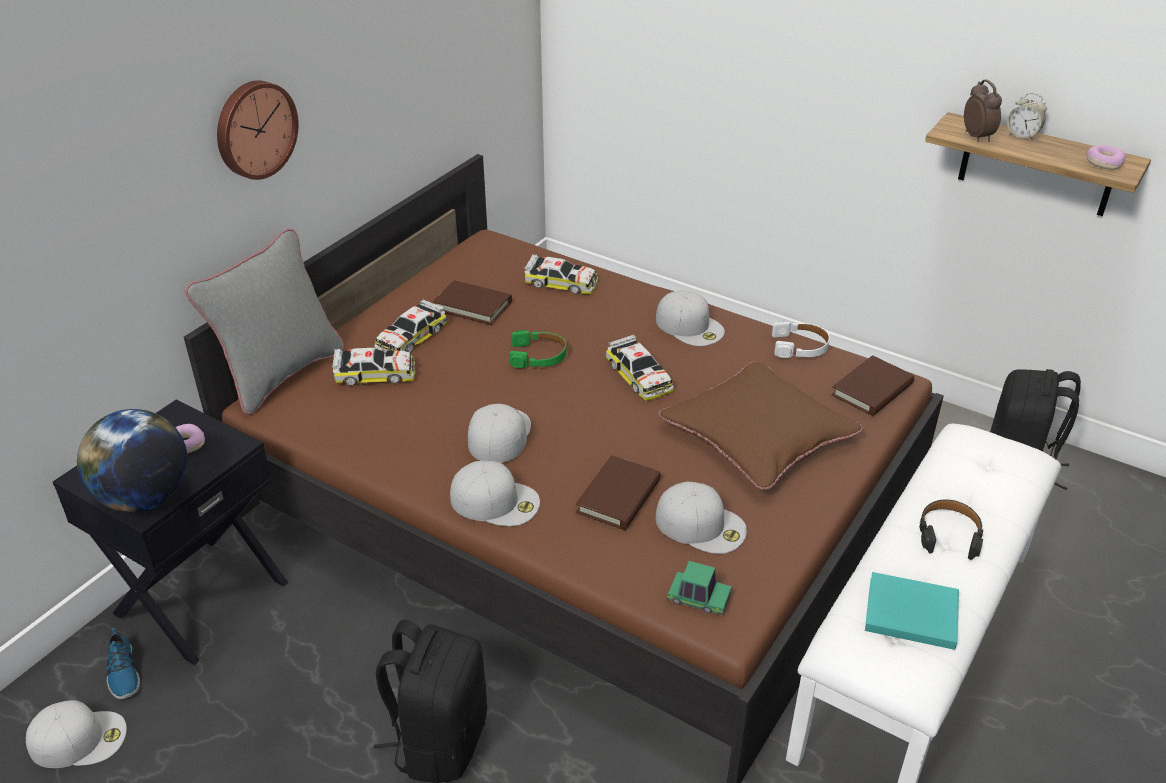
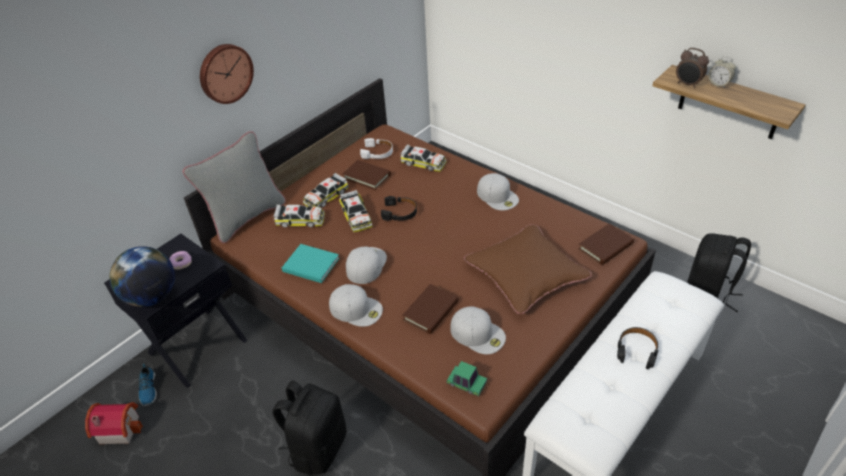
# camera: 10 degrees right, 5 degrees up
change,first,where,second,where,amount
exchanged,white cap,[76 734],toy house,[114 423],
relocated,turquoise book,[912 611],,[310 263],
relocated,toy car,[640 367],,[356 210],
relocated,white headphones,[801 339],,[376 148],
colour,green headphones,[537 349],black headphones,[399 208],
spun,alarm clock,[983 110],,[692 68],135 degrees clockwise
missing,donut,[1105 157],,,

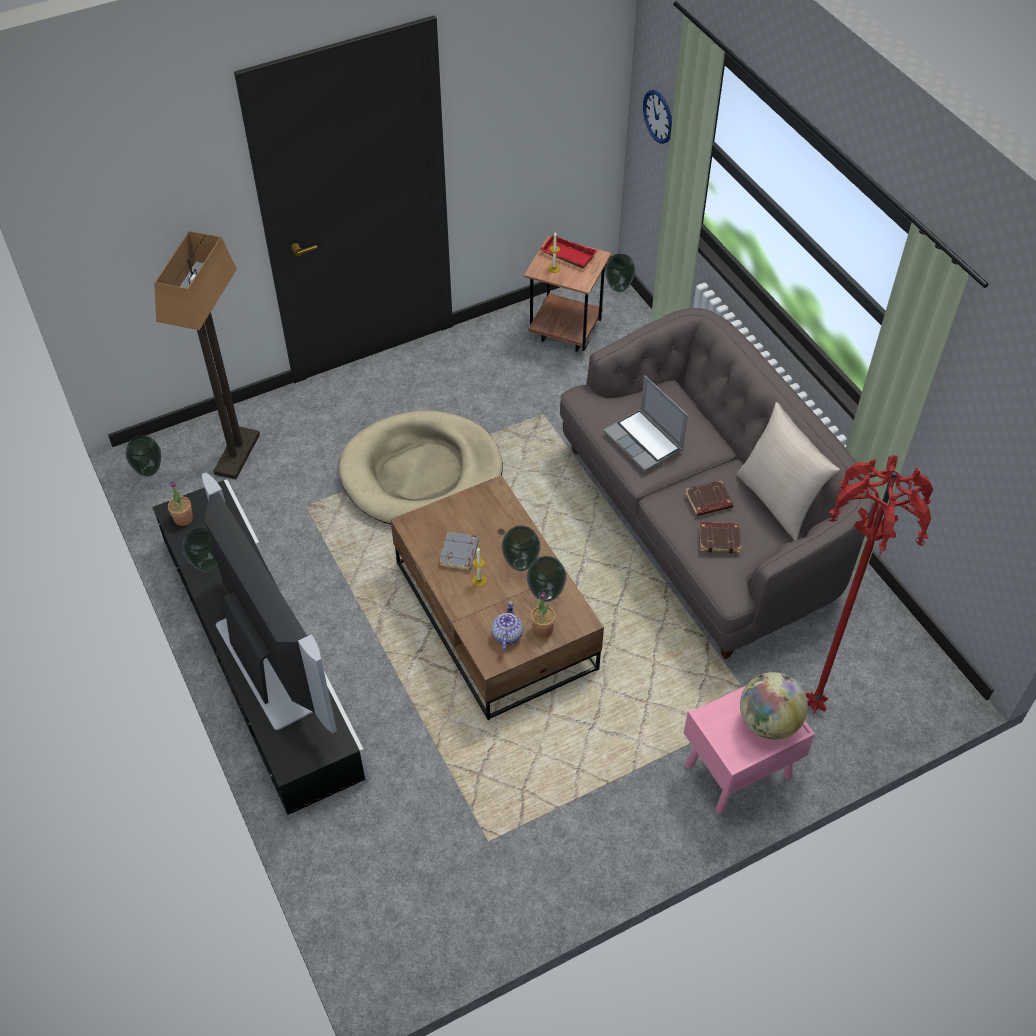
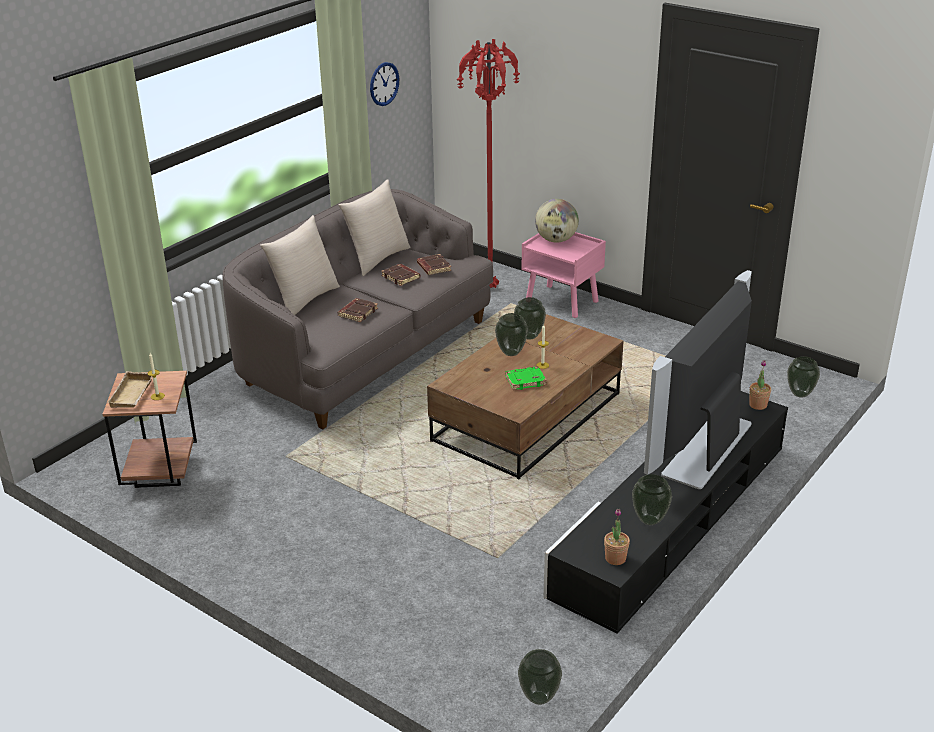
# camera: 115 degrees left, 20 degrees down
change,first,where,second,where,amount
colour,red tray,[568 251],beige tray,[129 389],
appeared,,,beige pillow,[300 265],
exchanged,laptop,[646 424],brown book,[358 310],
relocated,wall clock,[657 117],,[384 84],
colour,grey book,[459 551],green book,[526 378],
relocated,potted plant,[543 614],,[760 385],
relocated,vase,[620 273],,[803 377],
missing,floor lamp,[207 355],,,
missing,beige dog bed,[421 467],,,
missing,teapot,[507 626],,,

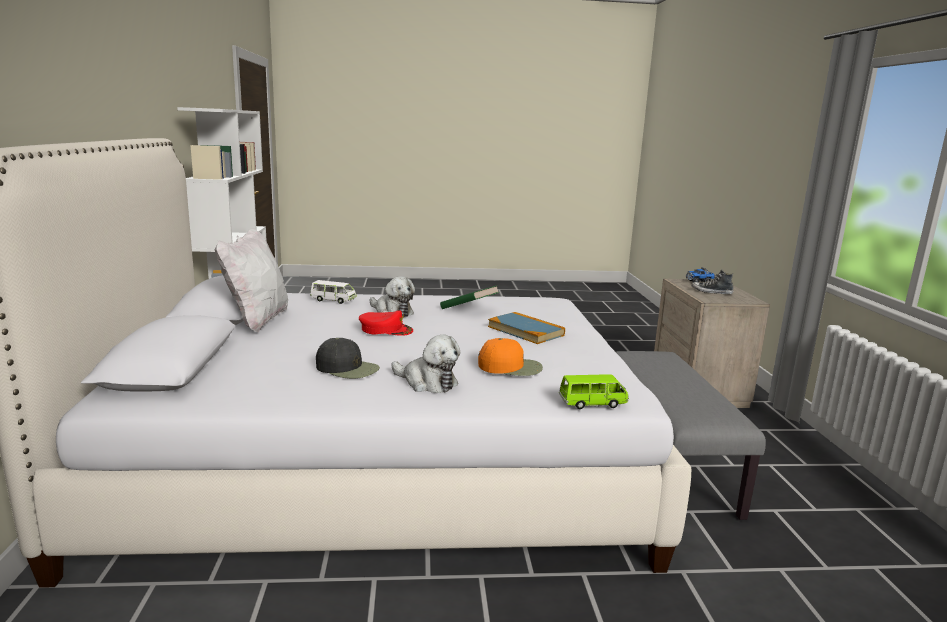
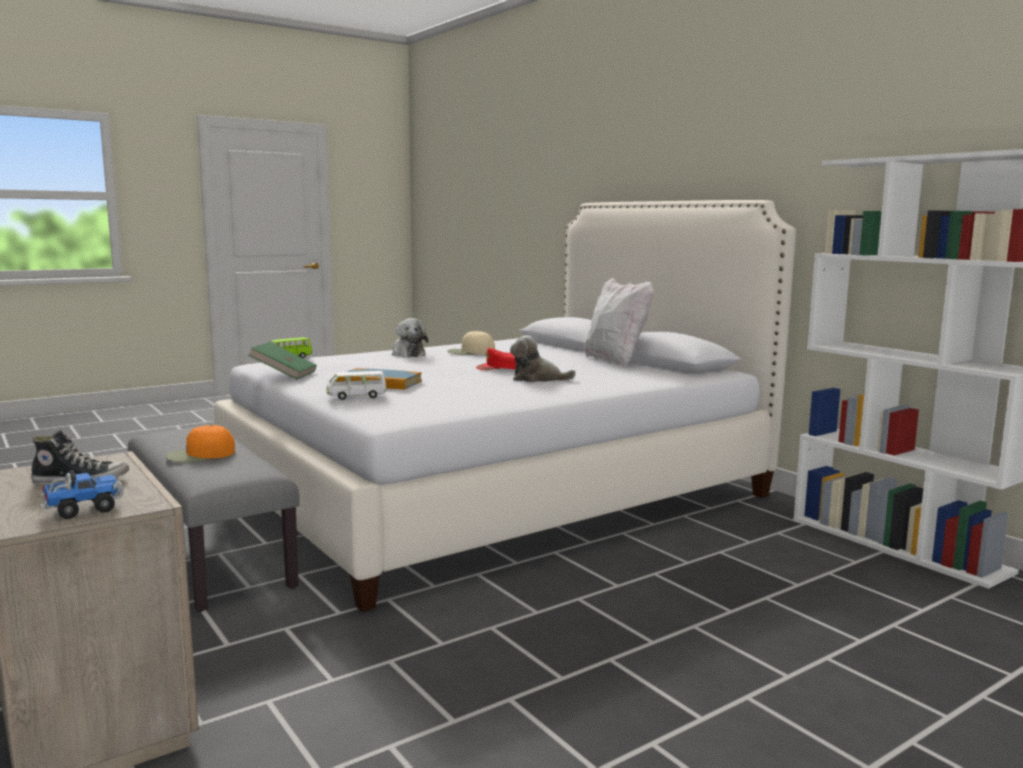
# camera: 150 degrees right, 5 degrees down
change,first,where,second,where,amount
relocated,orange cap,[510 357],,[200 443],
relocated,green book,[469 297],,[282 360],
relocated,white toy car,[333 292],,[356 385],
spun,plush toy,[425 364],,[410 337],120 degrees counterclockwise
colour,black cap,[348 358],beige cap,[471 343],

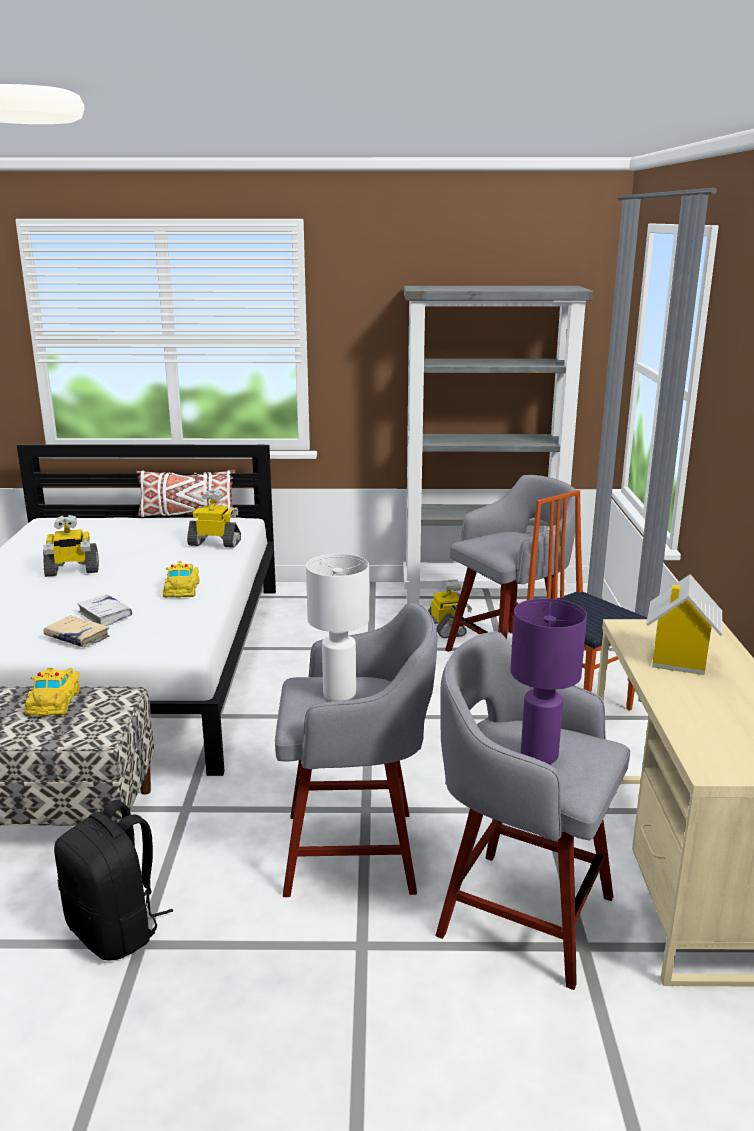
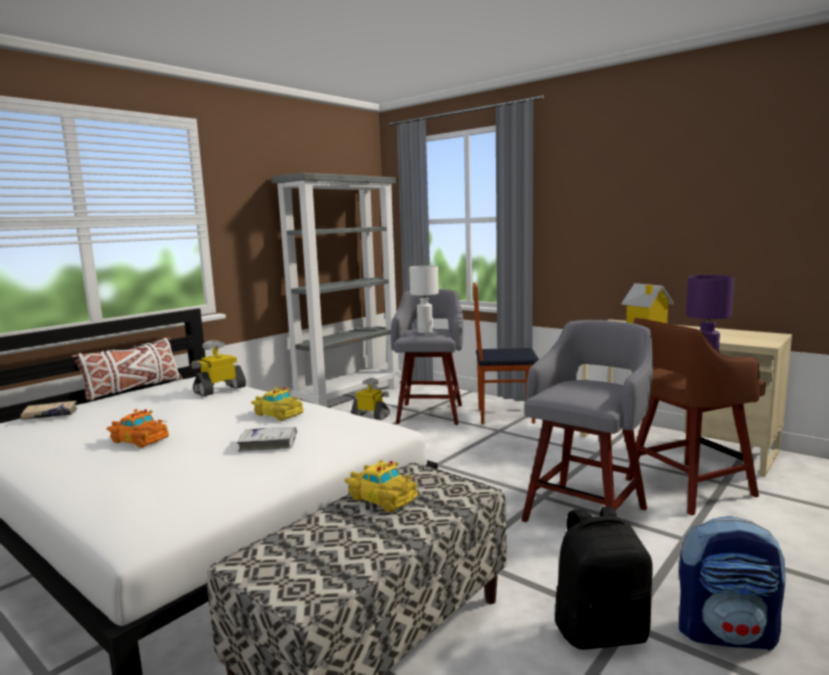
# camera: 50 degrees left, 10 degrees down
change,first,where,second,where,amount
relocated,beige book,[77 631],,[48 410],
exchanged,toy robot,[71 546],orange toy car,[138 428],
relocated,white table lamp,[337 627],,[424 299],
colour,grey stool,[532 810],brown stool,[695 417],
appeared,,,backpack,[732 583],

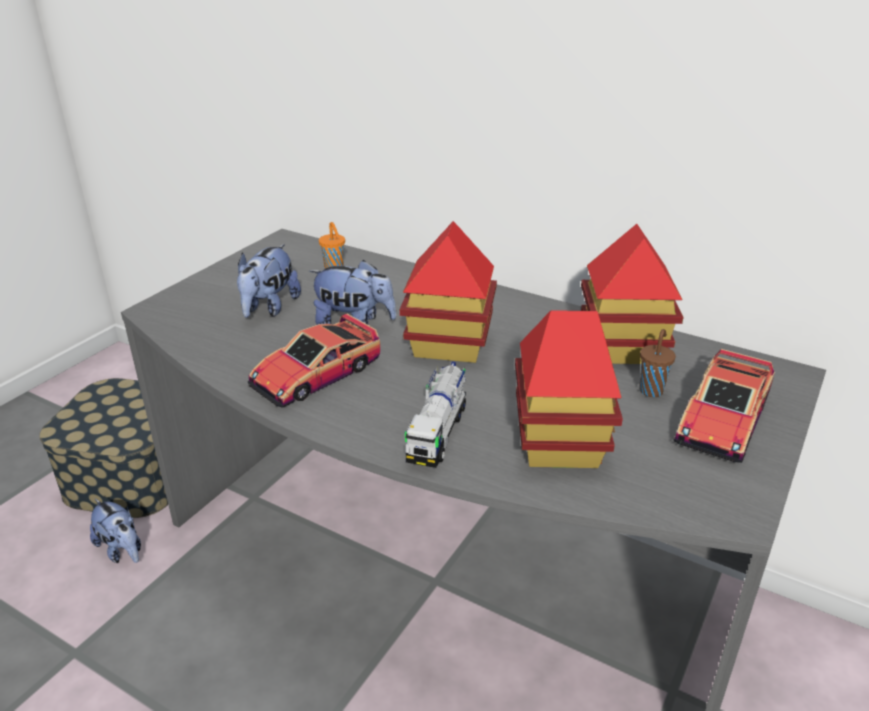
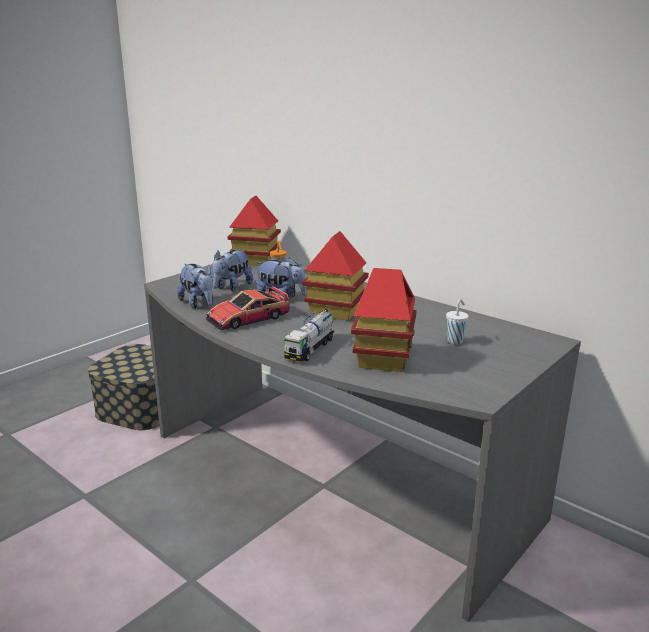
# camera: 10 degrees right, 10 degrees down
change,first,where,second,where,amount
relocated,plush toy,[115 531],,[195 286],
relocated,toy house,[632 294],,[254 231],
colour,brown cup,[658 363],white cup,[457 321],
missing,toy car,[724 406],,,

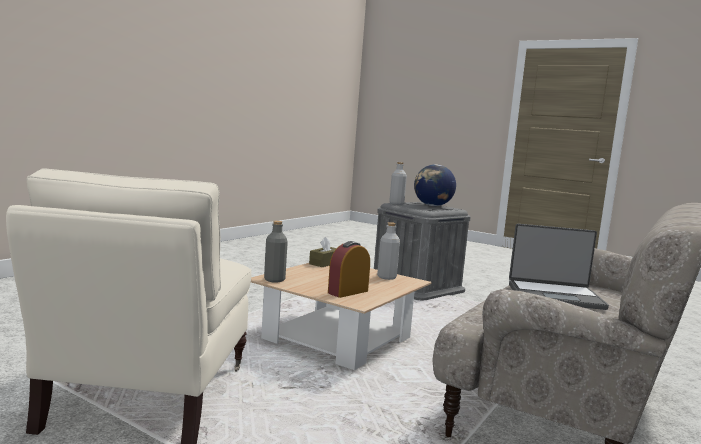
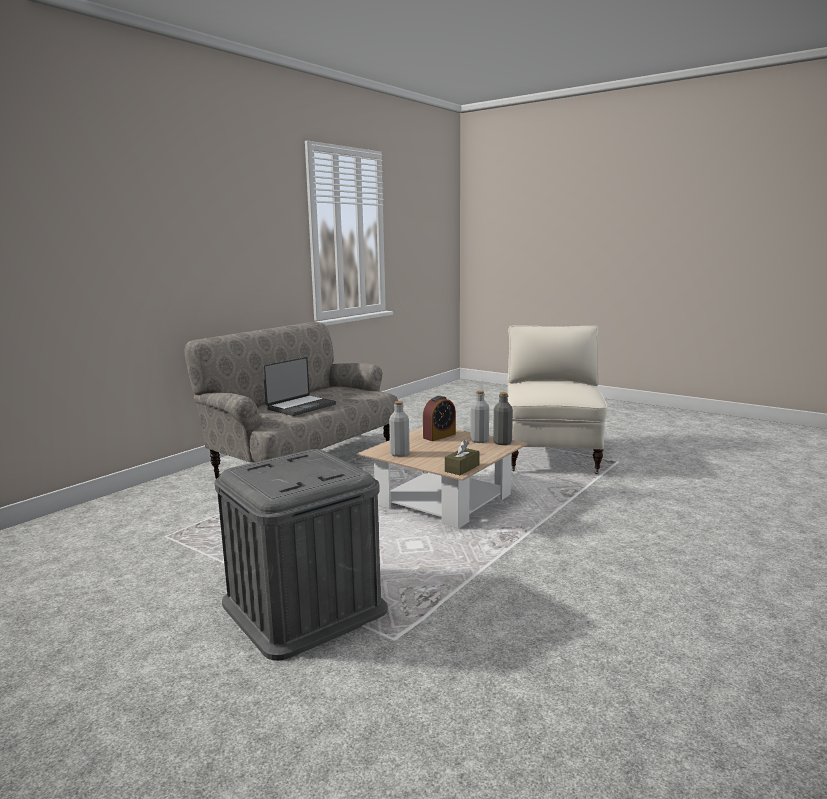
# camera: 175 degrees left, 5 degrees up
change,first,where,second,where,amount
spun,laptop,[559 267],,[299 386],120 degrees clockwise
relocated,grey bottle,[398 183],,[479 416],
missing,globe,[435 185],,,

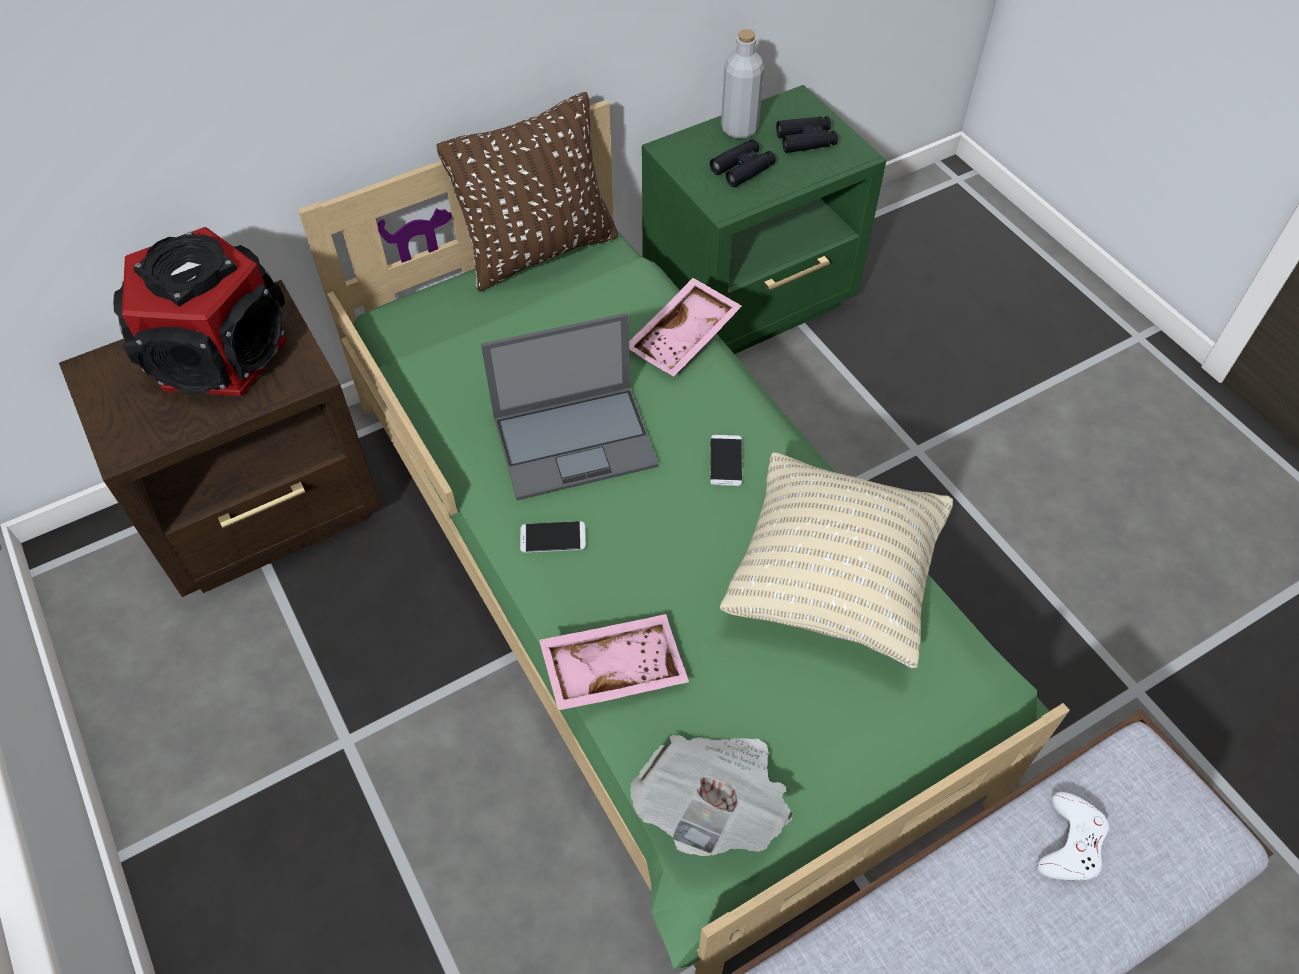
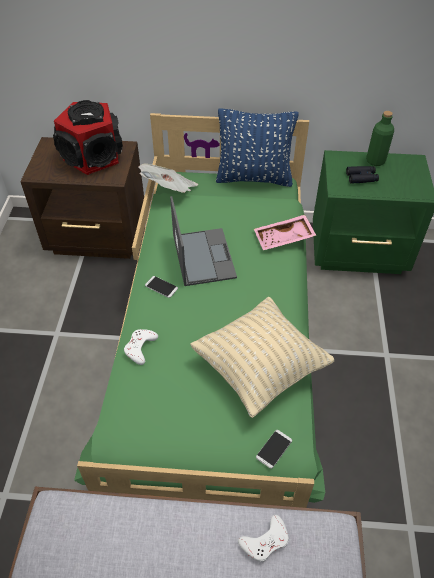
# camera: 35 degrees right, 5 degrees down
change,first,where,second,where,amount
exchanged,pink tray,[614 662],white game controller,[141 347],
relocated,newspaper,[711 795],,[168 178],
spun,laptop,[570 406],,[203 241],120 degrees counterclockwise
colour,brown pillow,[527 192],blue pillow,[257 147],
relocated,phone,[726 460],,[274 449],
colour,grey bottle,[742 84],green bottle,[380 138],
missing,black binoculars,[807 134],,,

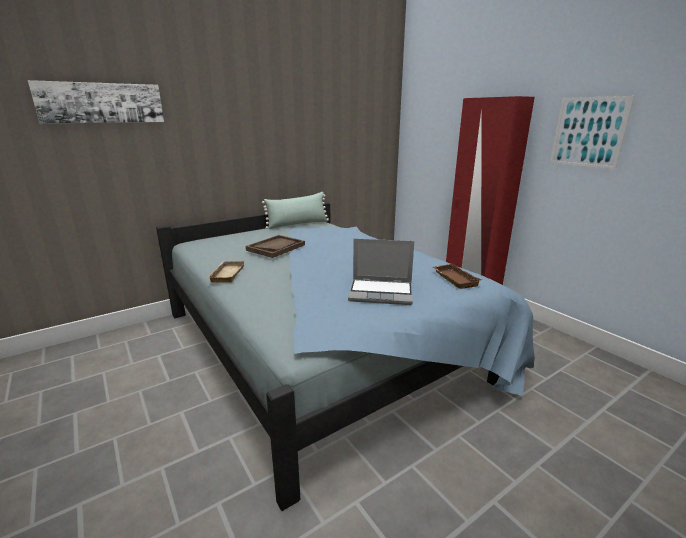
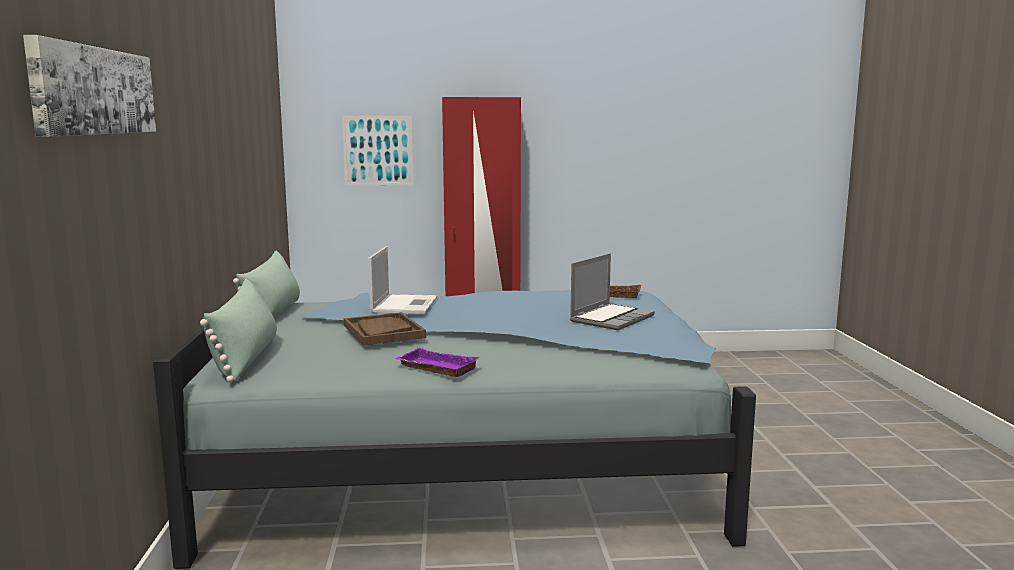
# camera: 60 degrees left, 10 degrees down
change,first,where,second,where,amount
appeared,,,green pillow,[238 330],
relocated,picture,[592 132],,[378 151],
appeared,,,laptop,[402 280],
colour,beige tray,[226 272],purple tray,[437 362],

